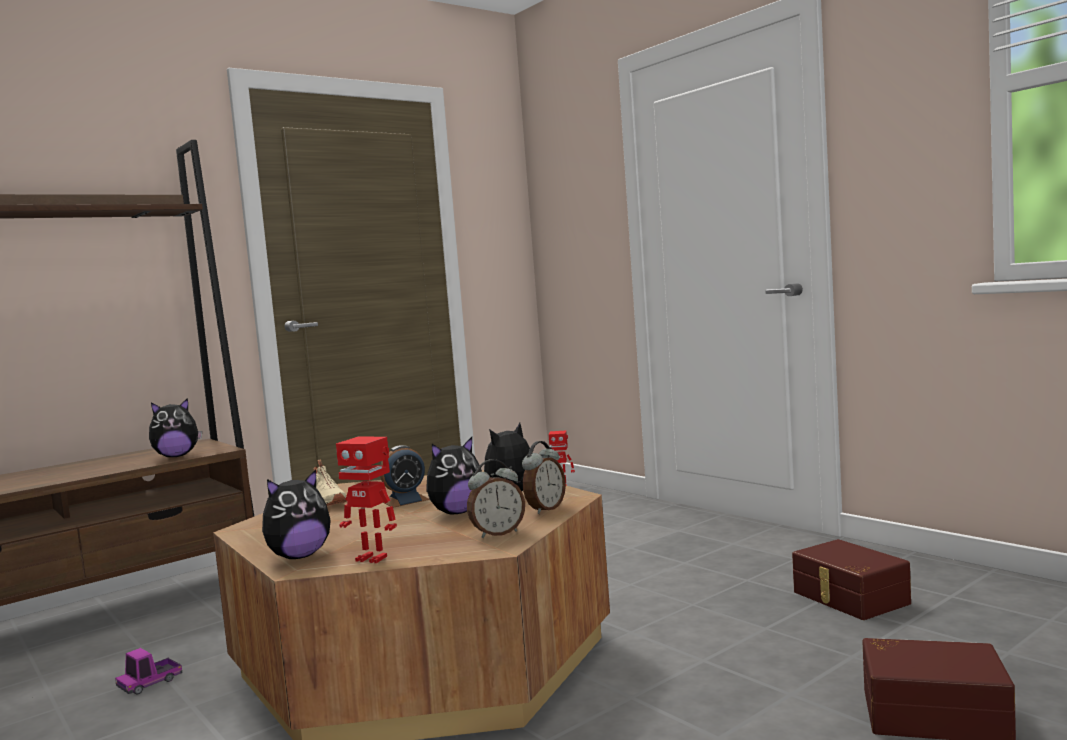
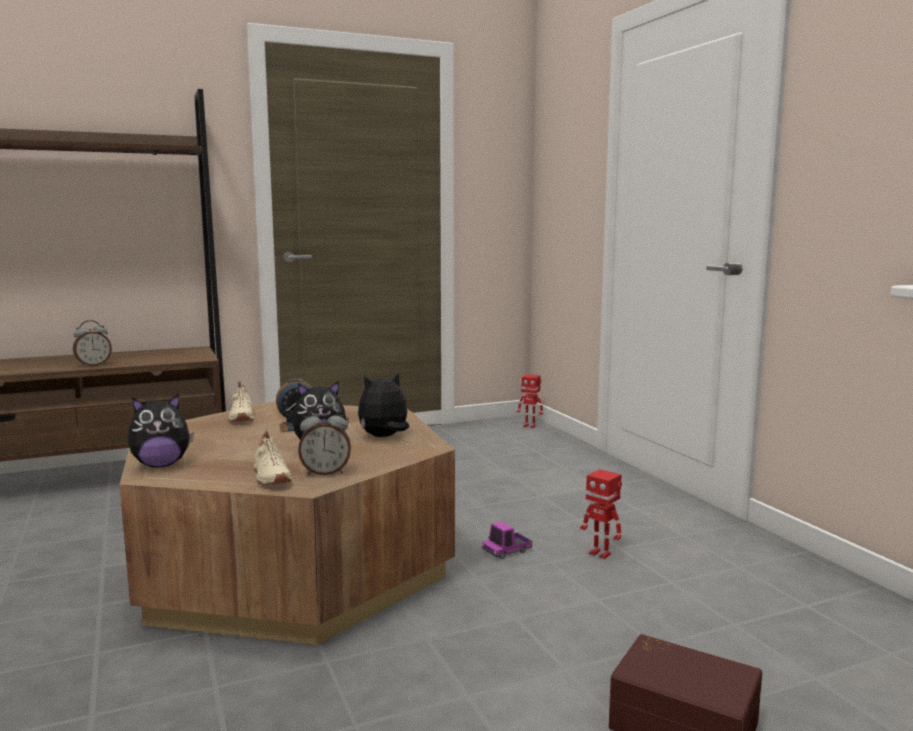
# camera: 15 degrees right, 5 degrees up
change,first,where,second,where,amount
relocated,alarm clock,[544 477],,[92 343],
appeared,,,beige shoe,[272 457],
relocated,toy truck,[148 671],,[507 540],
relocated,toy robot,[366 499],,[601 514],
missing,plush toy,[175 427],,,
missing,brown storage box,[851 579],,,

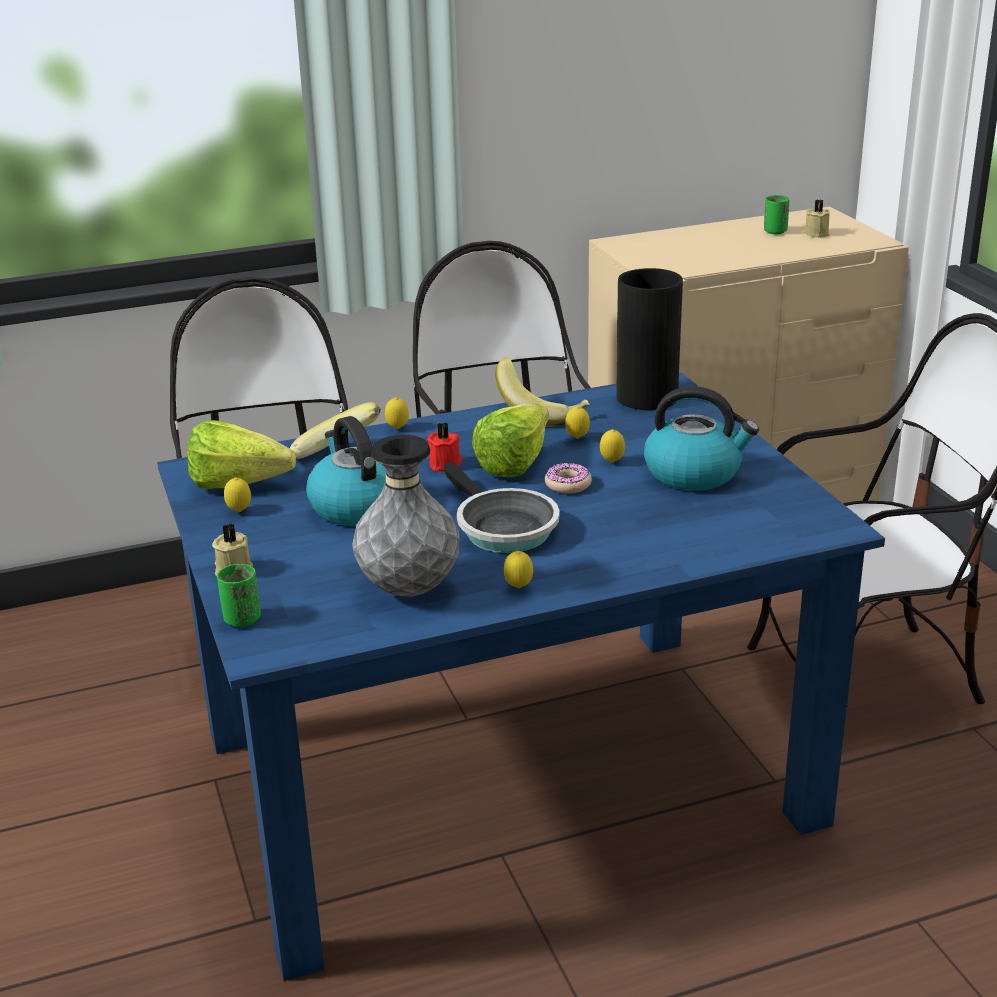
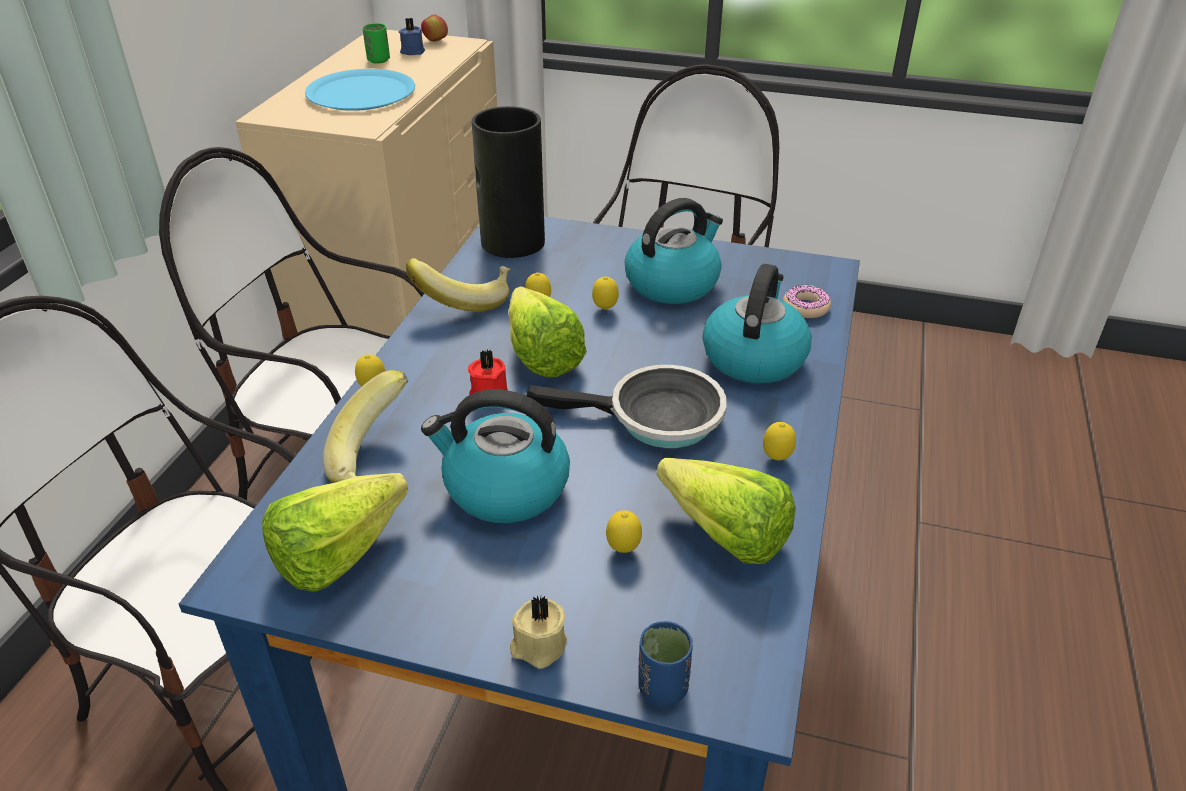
# camera: 55 degrees left, 10 degrees up
change,first,where,second,where,amount
appeared,,,blue plate,[360 90],
colour,beige candle,[816 218],blue candle,[412 36],
appeared,,,apple,[434 28],
relocated,lemon,[237 494],,[624 531],
colour,green cup,[239 595],blue cup,[665 663],
exchanged,grey vase,[406 516],lettuce,[726 511],
appeared,,,kettle,[757 324],
relocated,donut,[568 478],,[807 301],

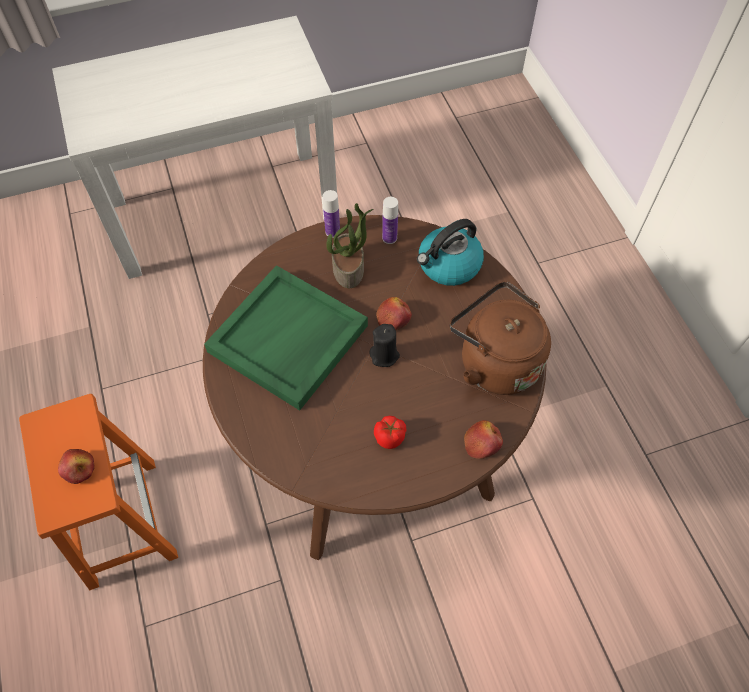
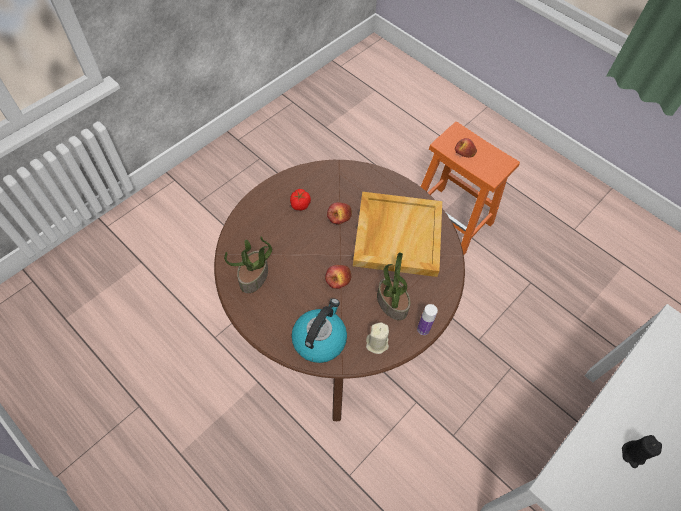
# camera: 150 degrees right, 0 degrees up
change,first,where,second,where,amount
exchanged,brown kettle,[500 338],potted plant,[248 265],
relocated,apple,[483 439],,[339 213],
colour,green tray,[286 338],beige tray,[397 234],
exchanged,bottle,[390 220],beige candle,[377 338],
relocated,black candle,[385 345],,[642 451],

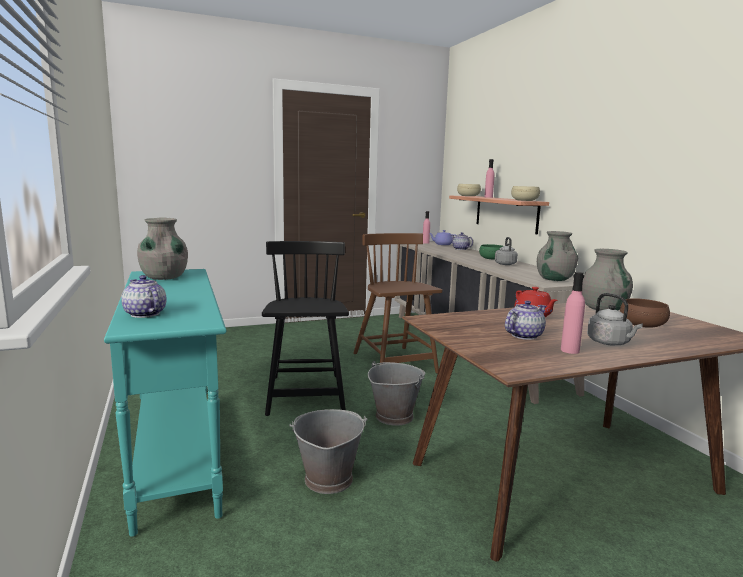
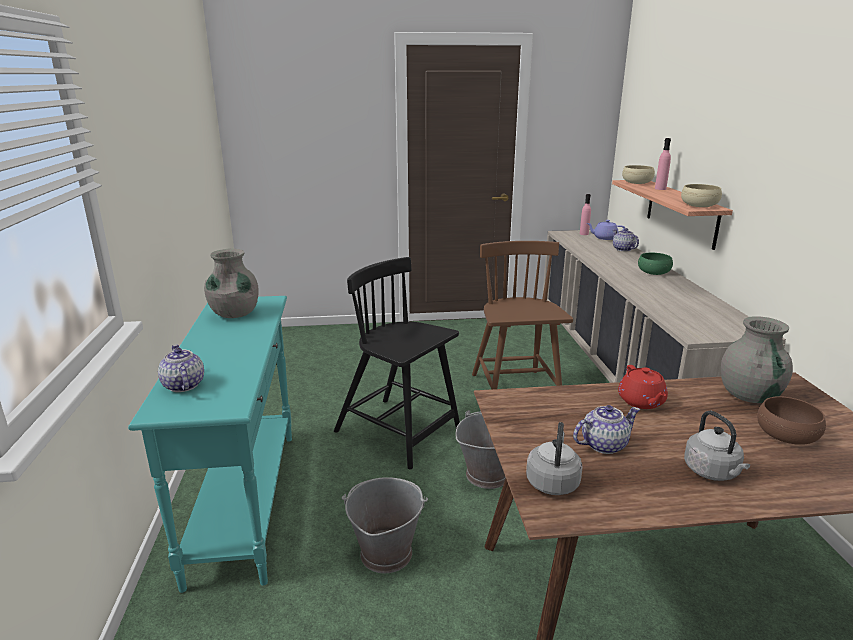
# camera: 15 degrees right, 10 degrees up
change,first,where,second,where,amount
spun,black chair,[305 328],,[397 363],60 degrees counterclockwise
relocated,grey kettle,[506 251],,[554 458],
missing,grey vase,[557 256],,,
missing,pink bottle,[573 313],,,

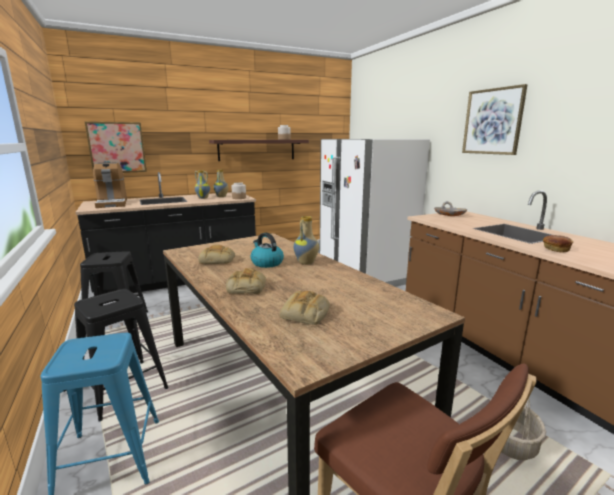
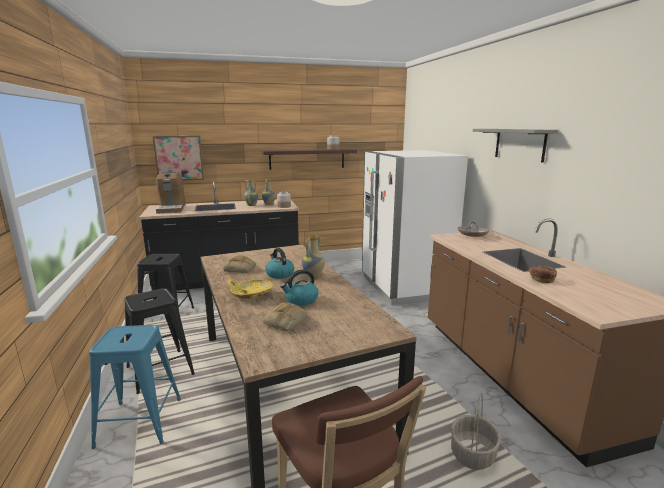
# camera: 10 degrees right, 0 degrees up
change,first,where,second,where,amount
exchanged,bread,[246 281],yellow bowl,[250 289],
appeared,,,kettle,[299 287],
exchanged,picture,[495 119],grey shelf,[515 146],

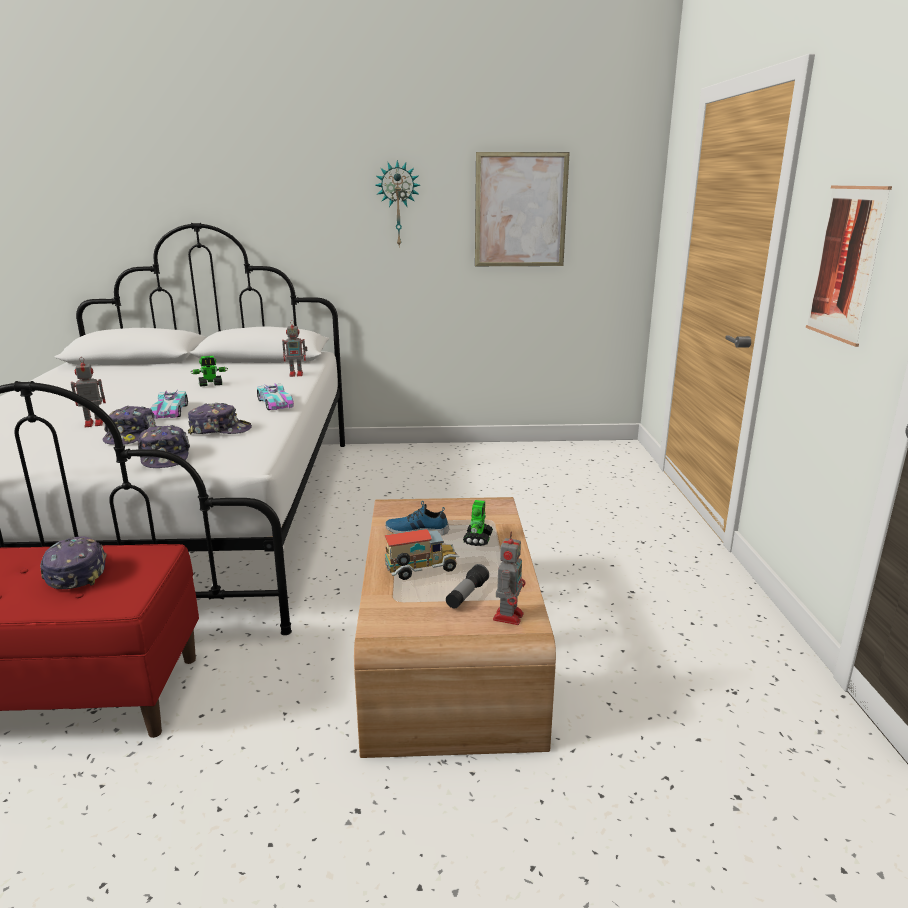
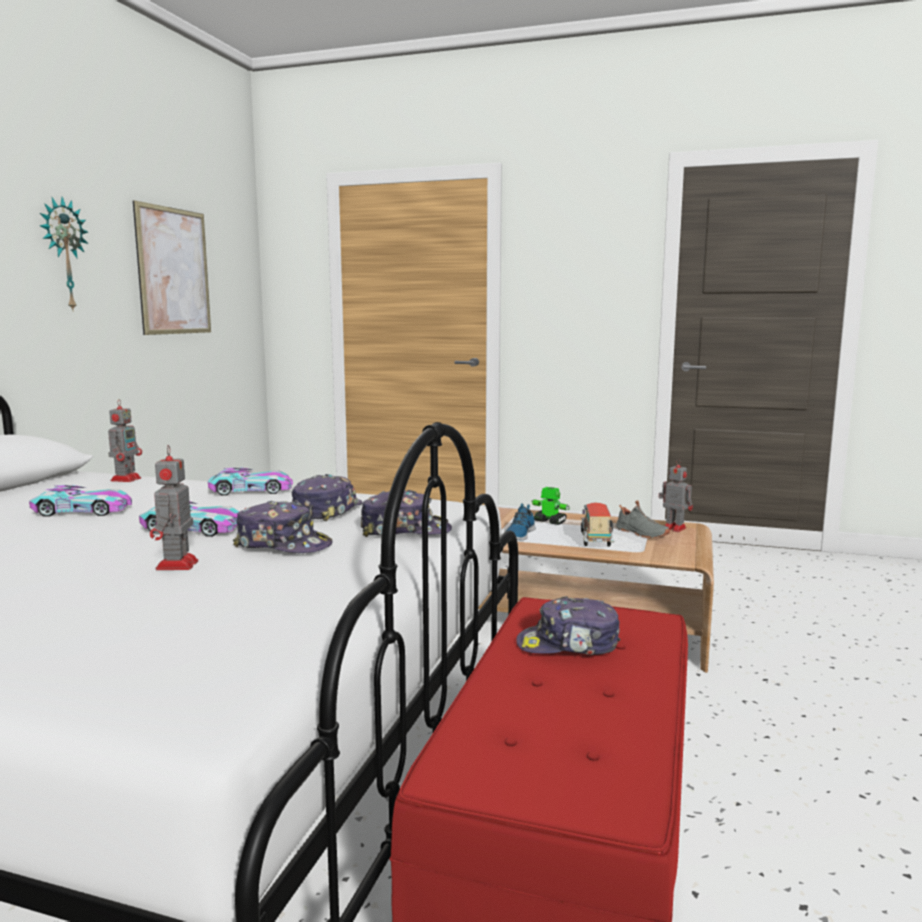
# camera: 70 degrees left, 10 degrees down
change,first,where,second,where,amount
exchanged,toy robot,[209 371],toy car,[80 501],
exchanged,flashlight,[467 586],grey shoe,[643 519],
missing,picture,[849 266],,,

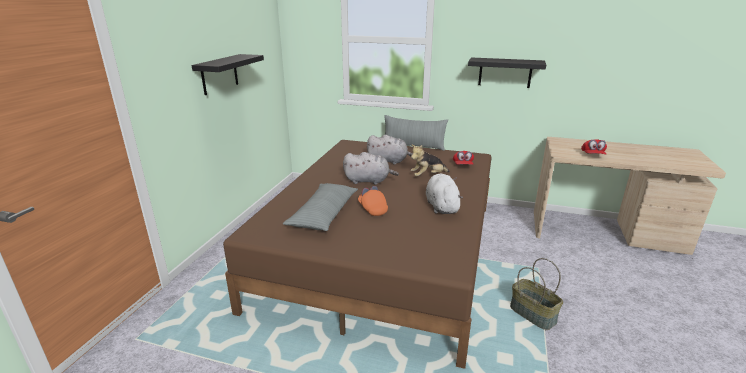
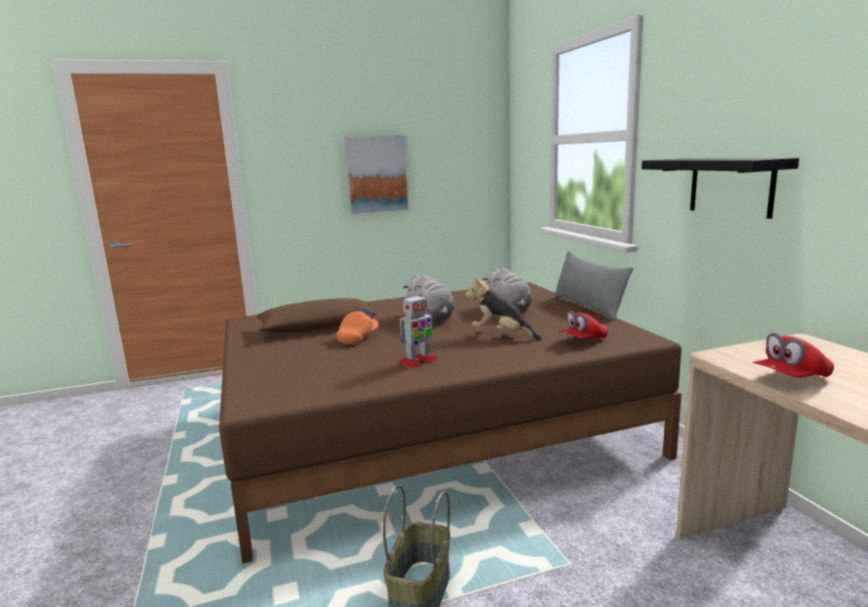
# camera: 55 degrees right, 10 degrees down
change,first,where,second,where,amount
colour,grey pillow,[320 207],brown pillow,[317 315],
exchanged,black shelf,[228 74],picture,[377 175],
exchanged,white plush toy,[444 194],toy robot,[418 331],

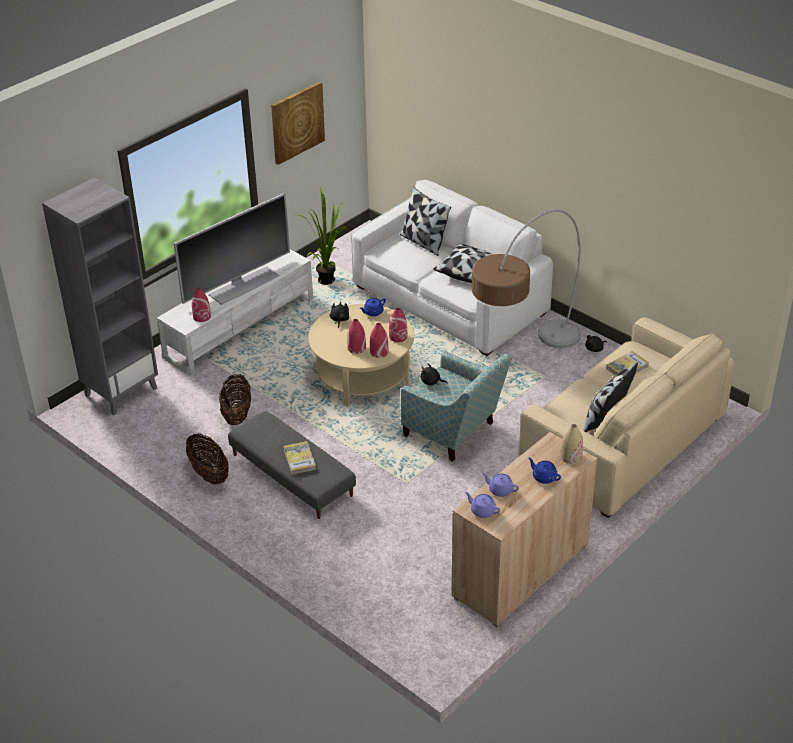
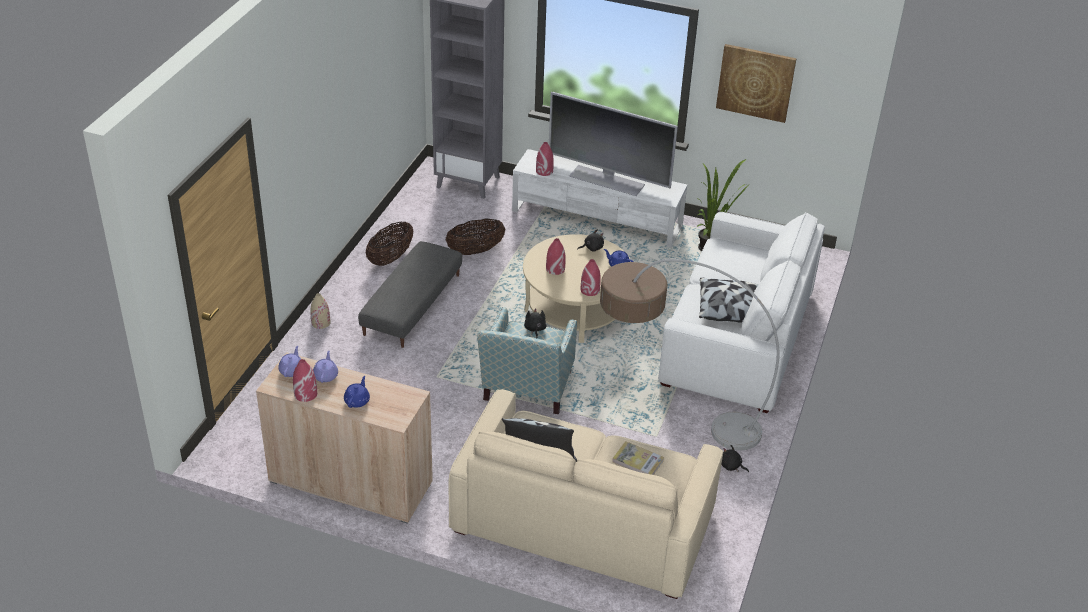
# camera: 65 degrees right, 0 degrees up
change,first,where,second,where,amount
relocated,red vase,[379 340],,[305 380],
relocated,beige vase,[571 444],,[320 311],
missing,book,[299 458],,,
missing,pillow,[425 221],,,

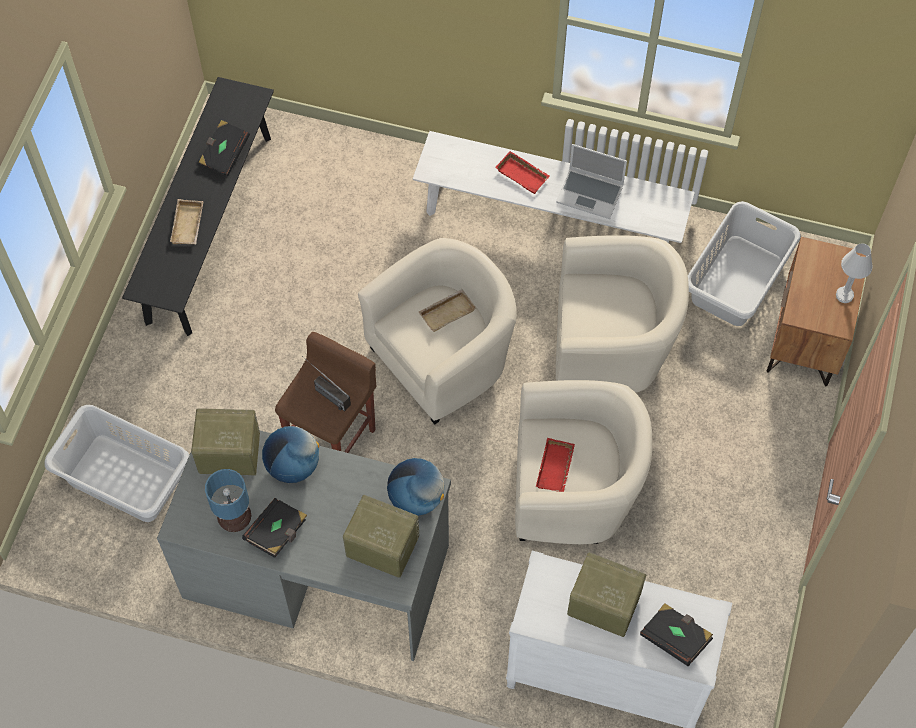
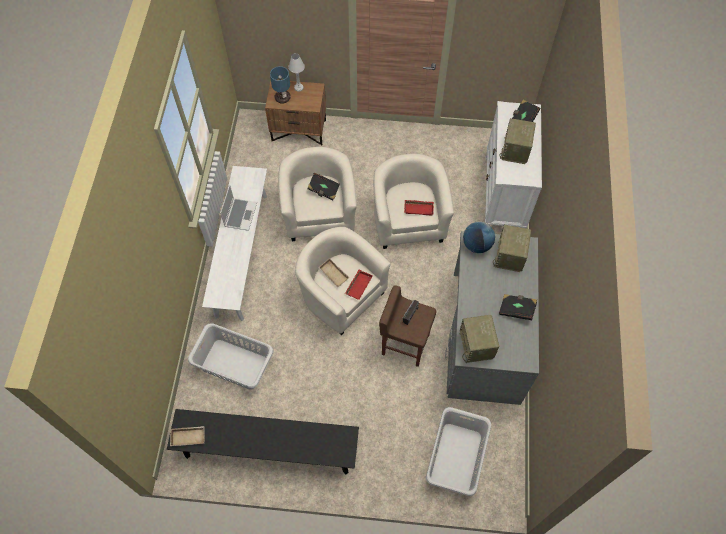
# camera: 100 degrees left, 0 degrees up
change,first,where,second,where,amount
relocated,beige tray,[186 221],,[187 436],
relocated,grey laundry basket,[744 263],,[231 356],
relocated,table lamp,[228 500],,[280 85],
relocated,black book,[224 148],,[323 186],
relocated,red tray,[522 172],,[359 285],
missing,globe,[290 454],,,

